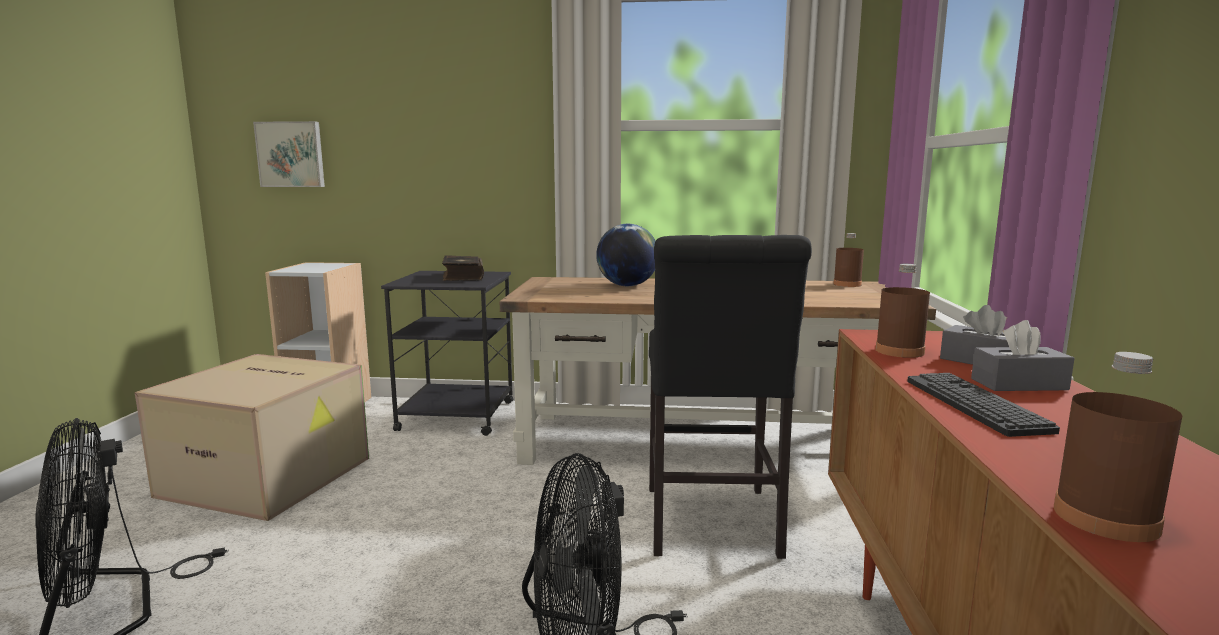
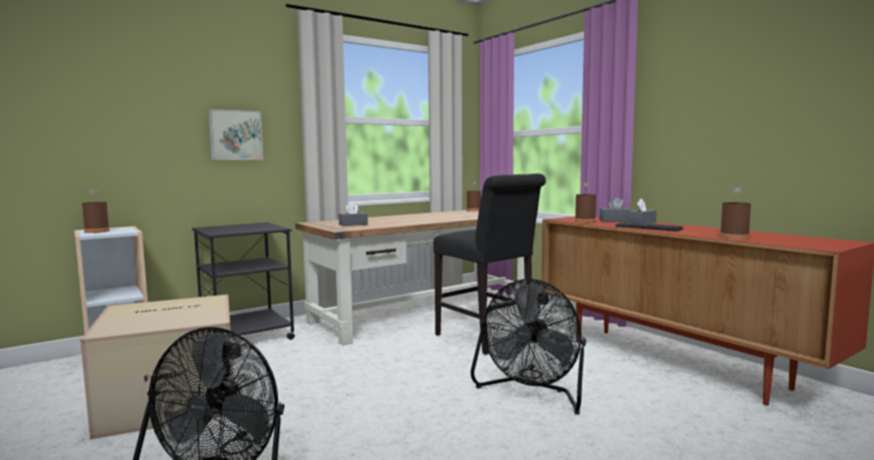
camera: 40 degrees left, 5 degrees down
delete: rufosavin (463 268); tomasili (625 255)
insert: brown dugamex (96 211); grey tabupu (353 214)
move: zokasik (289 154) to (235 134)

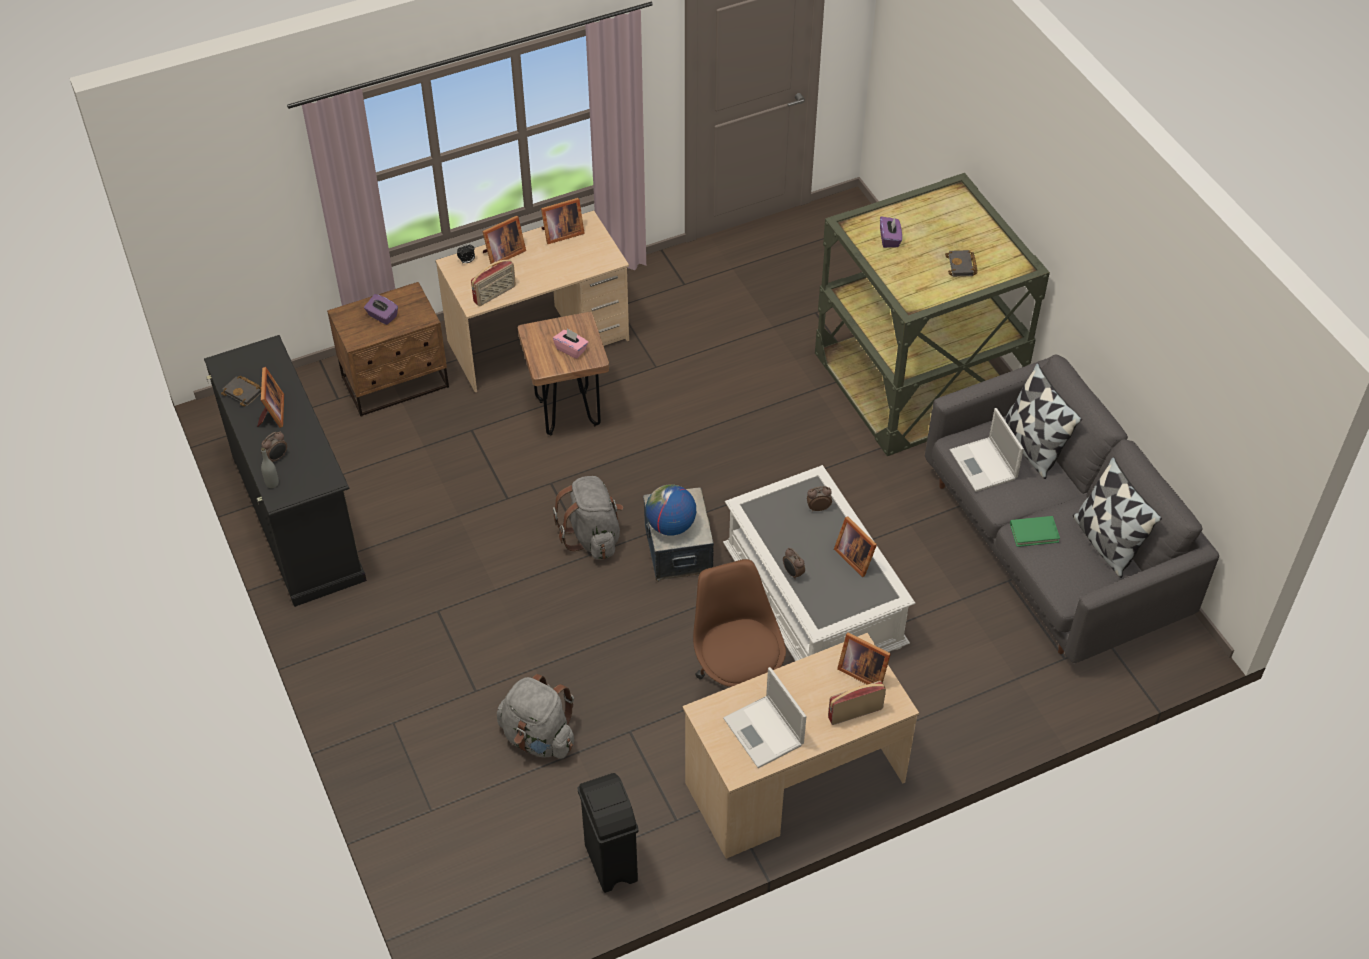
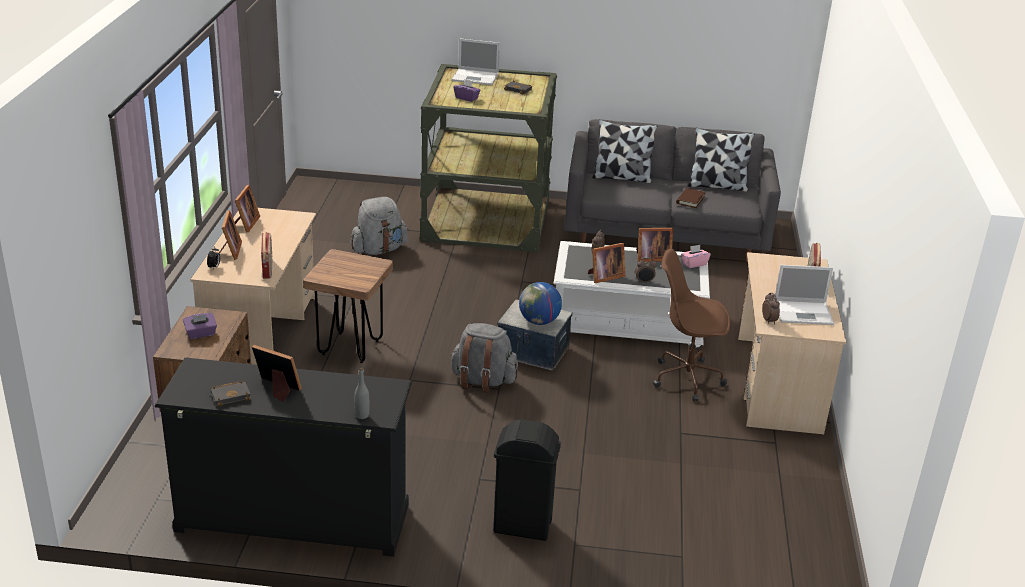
camera: 60 degrees left, 20 degrees down
move: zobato (274 446) to (771 308); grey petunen (535 716) to (379 226); pink tabupu (570 343) to (696 256); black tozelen (608 833) to (527 480); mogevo (864 658) to (607 263); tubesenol (987 450) to (476 61)
recolor: green rufosavin (1035 531) to brown rufosavin (691 198)

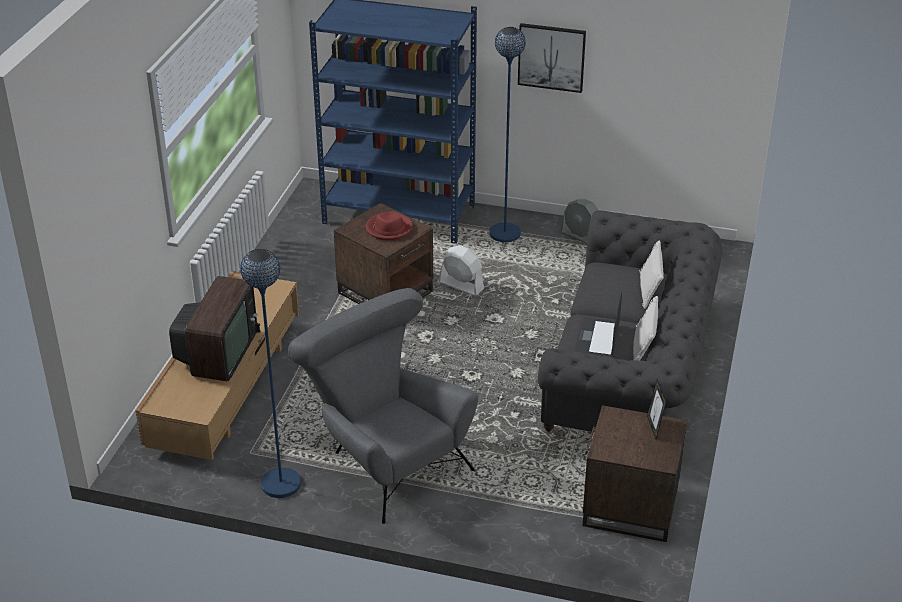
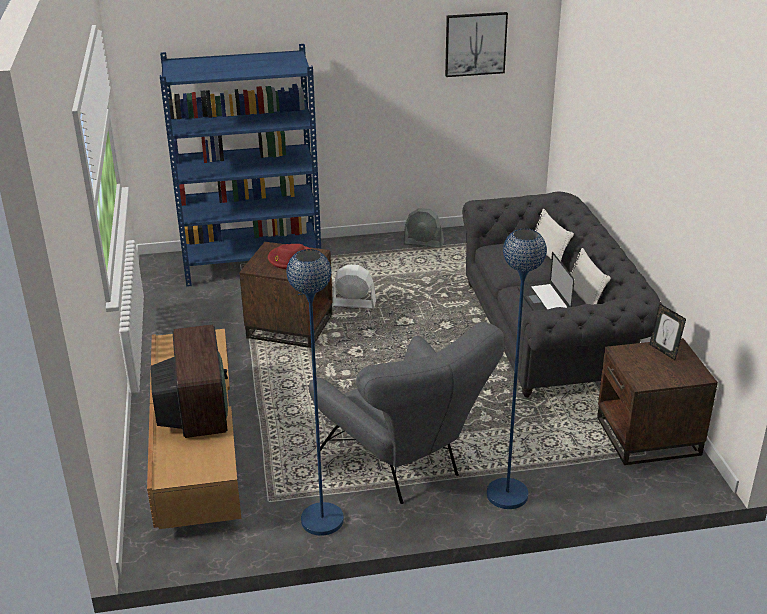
camera: 25 degrees left, 5 degrees down
move: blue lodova (507 134) to (517 368); zokasik (552 58) to (476 44)
rotate: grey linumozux (383 406) = (407 413) 150 degrees counterclockwise

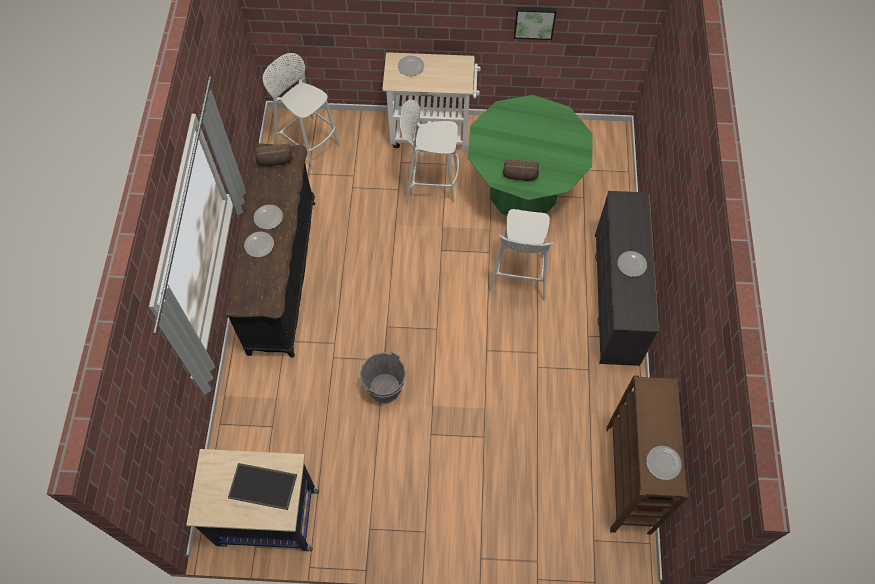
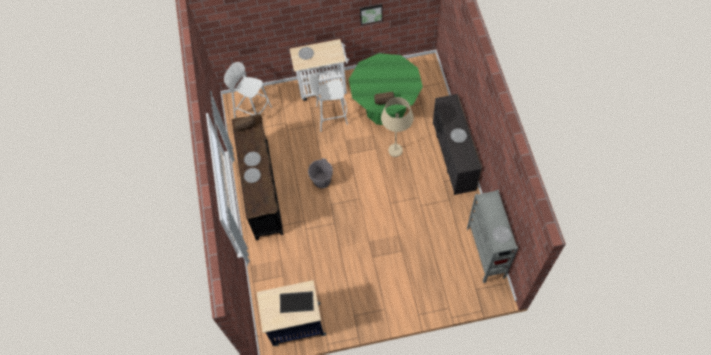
camera: 10 degrees left, 0 degrees up
move: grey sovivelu (383 377) to (320 173)
replace: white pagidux (521 255) to beige lodova (397 127)
recolor: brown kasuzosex (647 455) to grey kasuzosex (492 236)

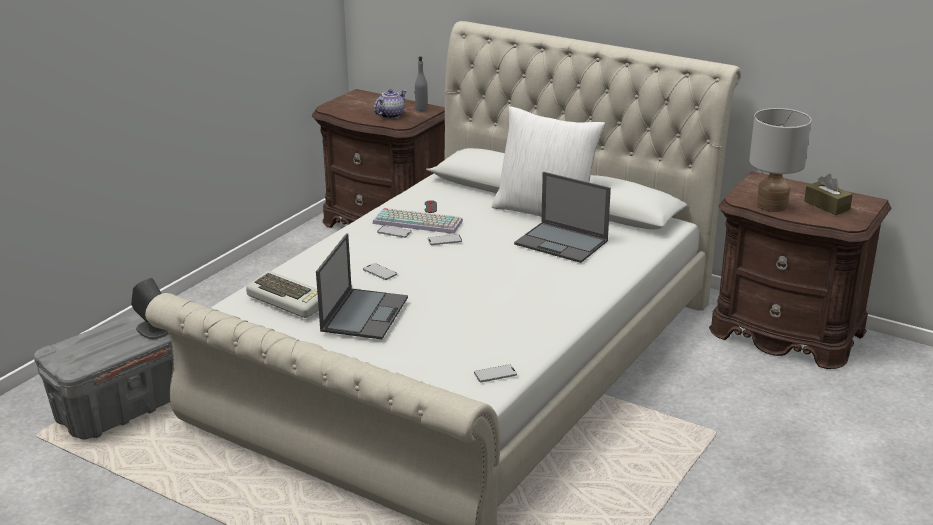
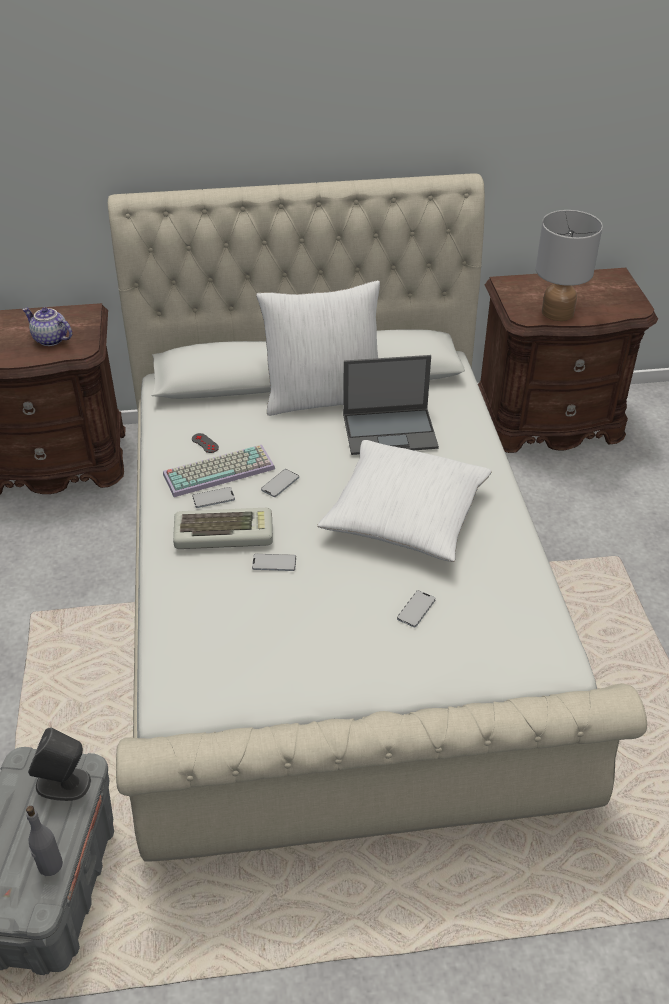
camera: 40 degrees left, 15 degrees up
delete: tubesenol (362 286); brown tabupu (828 194)
insert: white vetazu (404 501)
move: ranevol (282 294) to (223 528); grey dugamex (421 83) to (44 841); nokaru (495 373) to (416 608)
rotate: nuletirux (390 104) = (47 326) 60 degrees counterclockwise

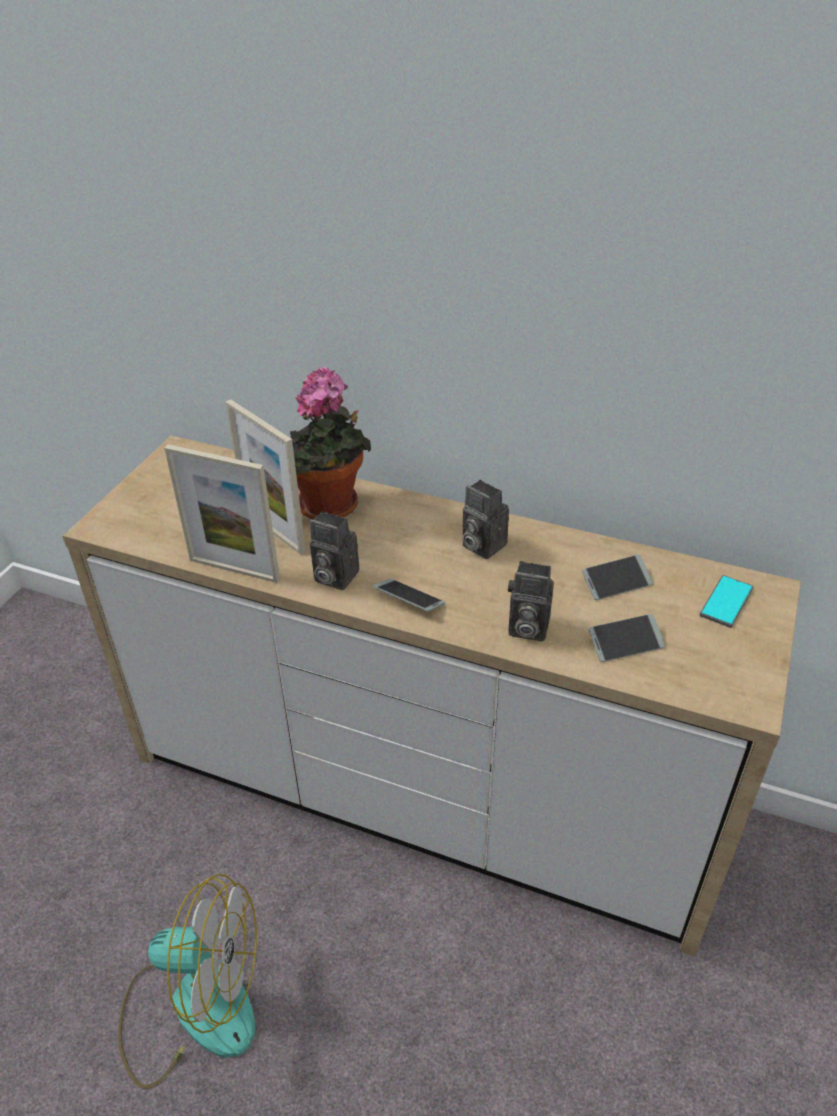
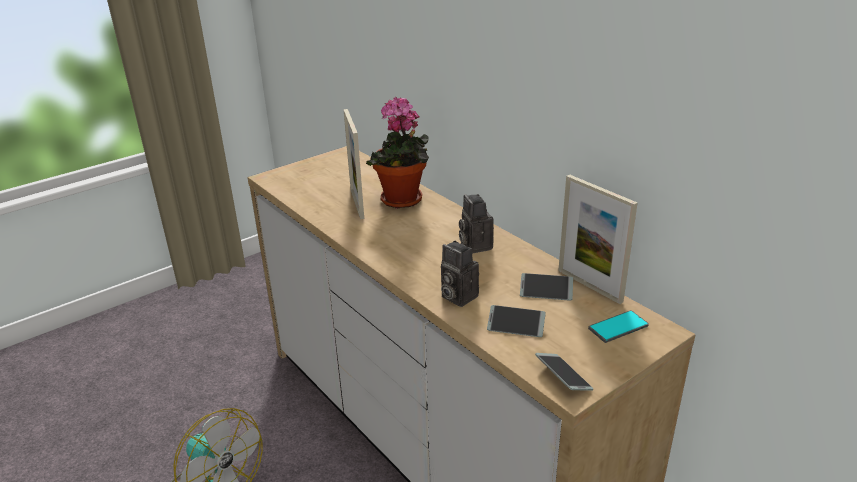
camera: 30 degrees right, 10 degrees down
delete: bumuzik (334 550)
move: mogevo (222 513) to (598 239); nokaru (409 595) to (564 372)

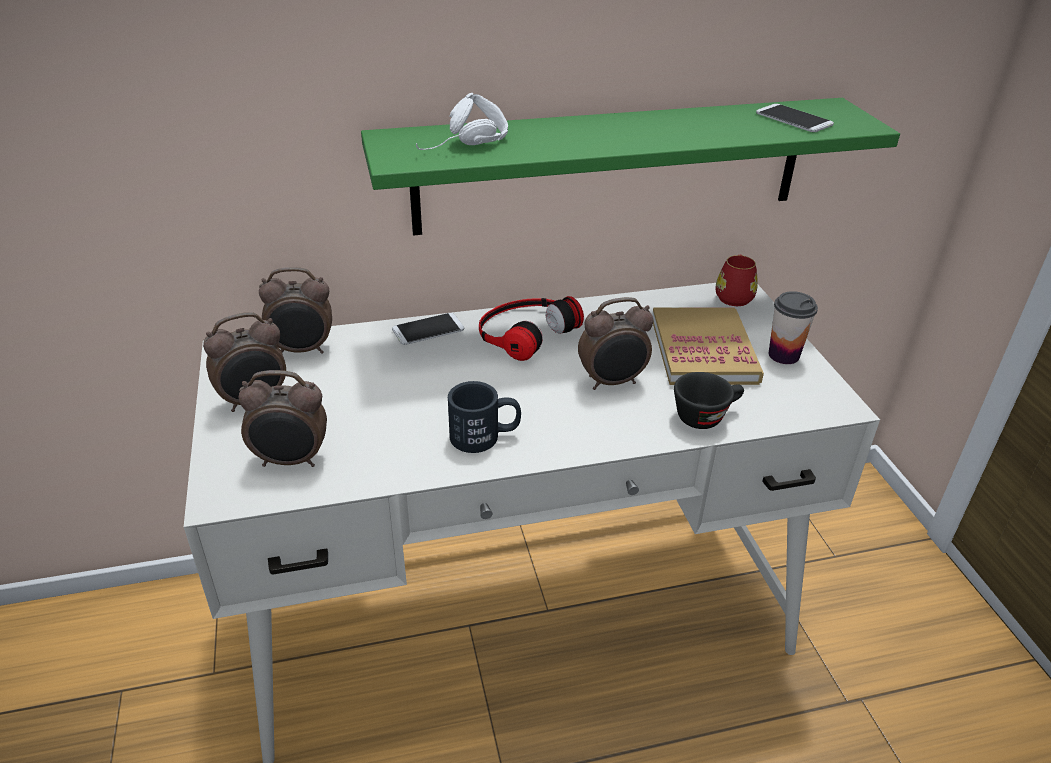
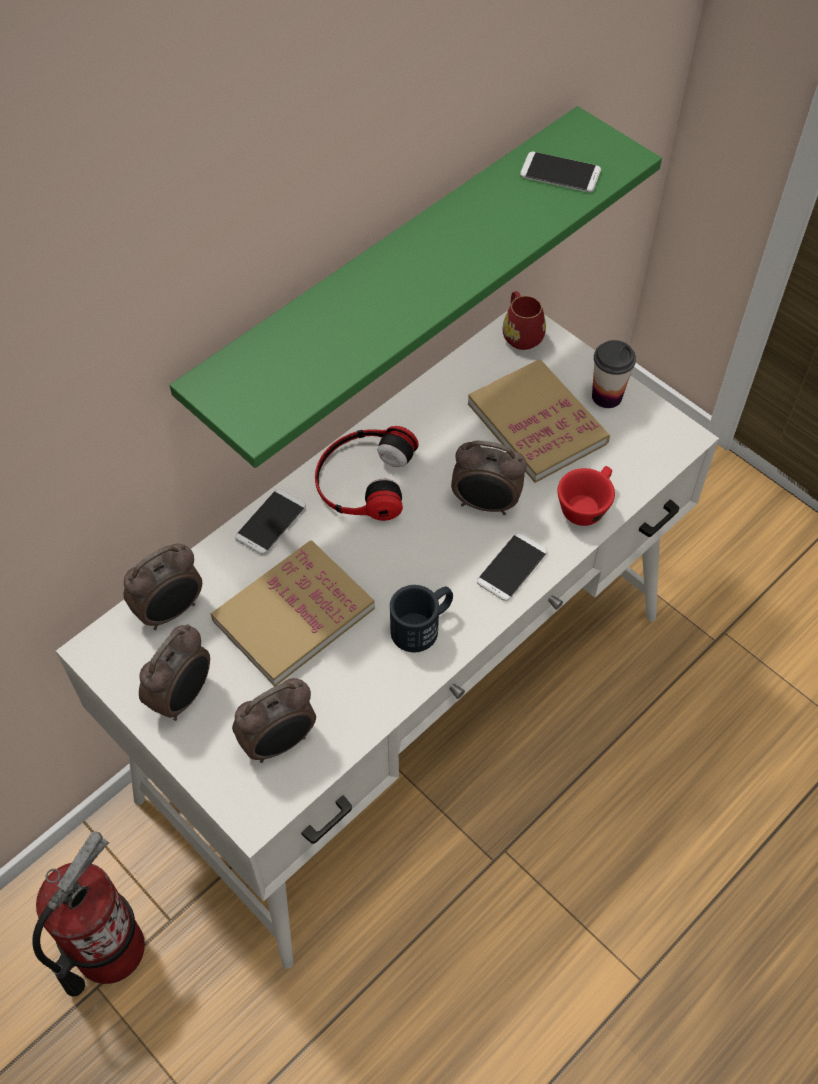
camera: 30 degrees left, 20 degrees up
delete: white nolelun (462 121)
insert: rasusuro (88 913); rufosavin (293 613); nokaru (512 567)
recolor: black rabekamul (709 400) to red rabekamul (586 496)
rotate: zobato (616 343) = (489 478) 60 degrees clockwise

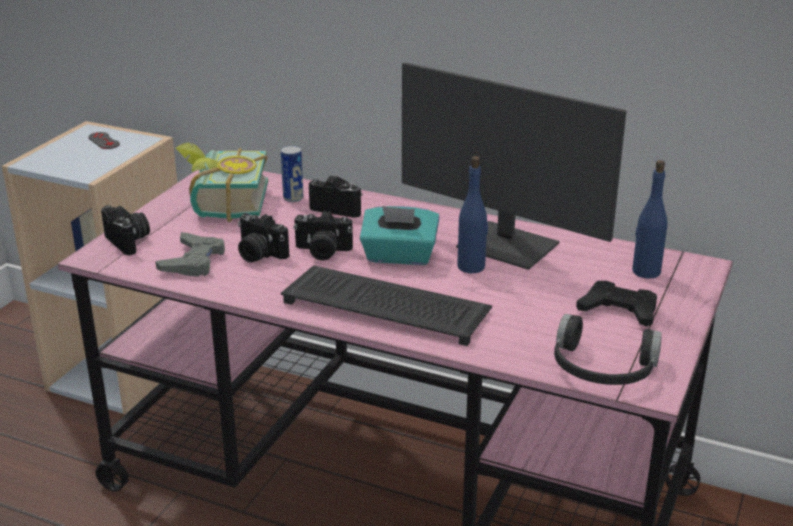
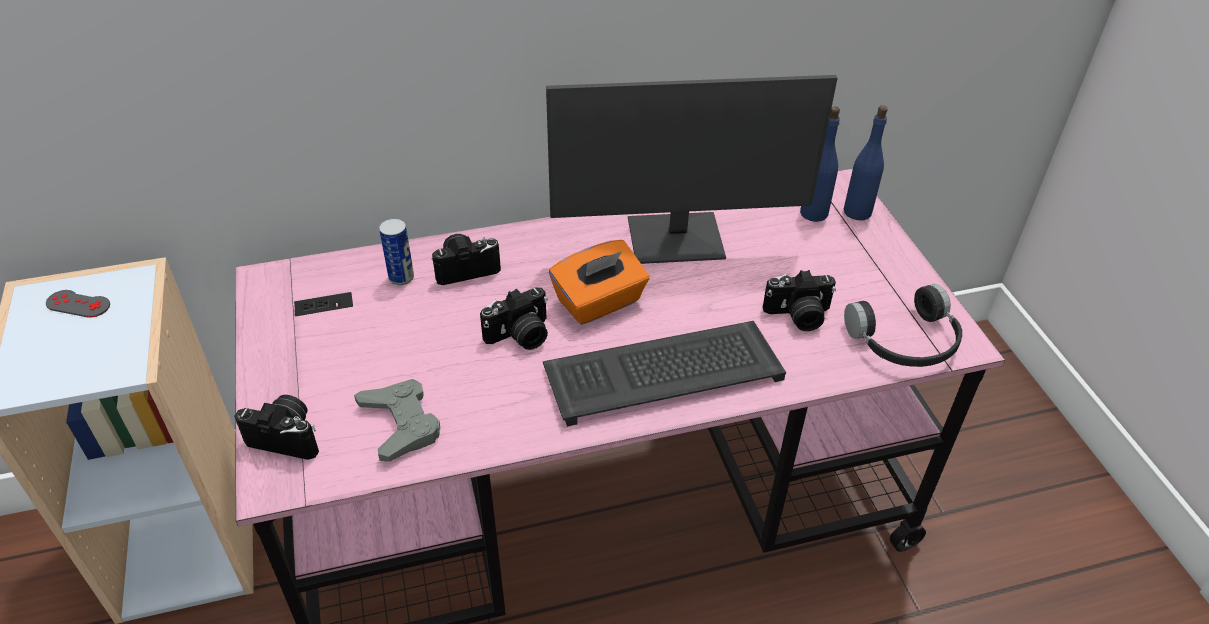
camera: 40 degrees left, 15 degrees up
delete: rufosavin (222 182); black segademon (616 304)
move: bumuzik (264 238) to (799 300); blue dugamex (472 214) to (866 162)
recolor: turquoise tabupu (399 235) to orange tabupu (599 282)

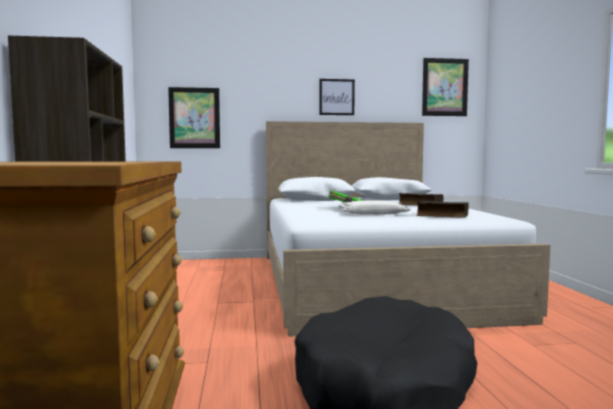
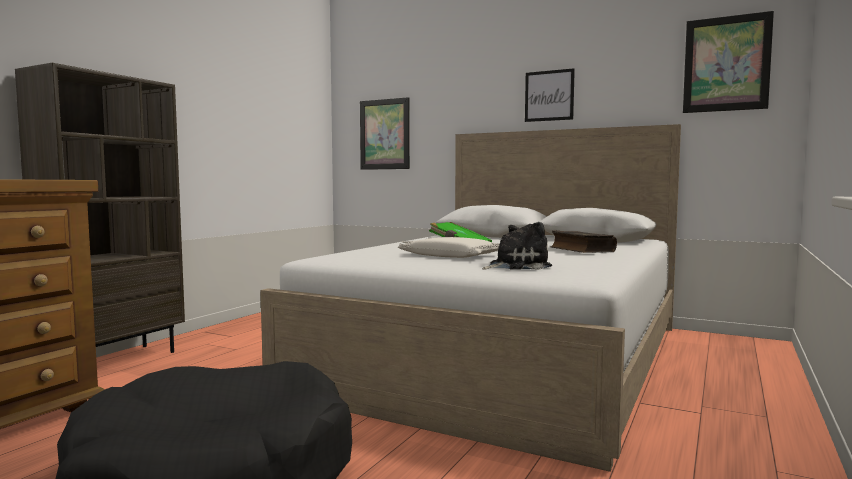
camera: 35 degrees right, 0 degrees up
replace: rufosavin (442 209) to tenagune (517 246)

